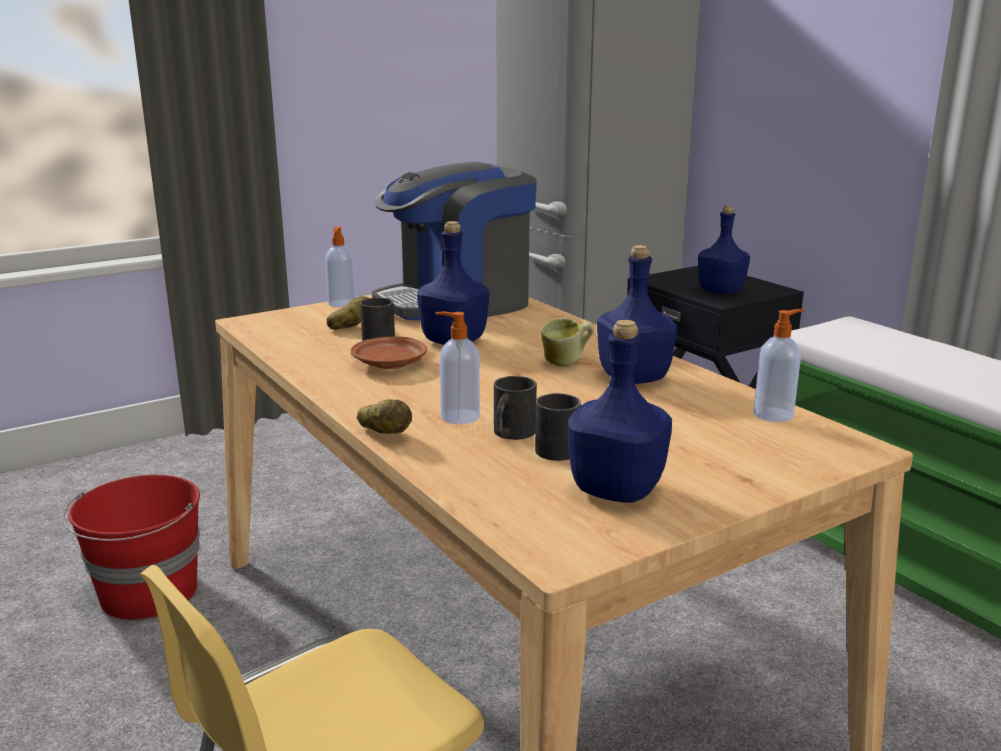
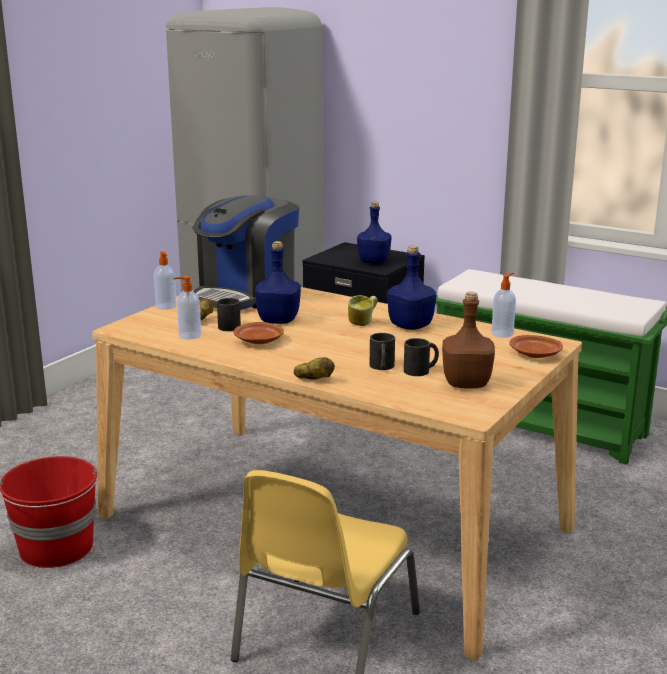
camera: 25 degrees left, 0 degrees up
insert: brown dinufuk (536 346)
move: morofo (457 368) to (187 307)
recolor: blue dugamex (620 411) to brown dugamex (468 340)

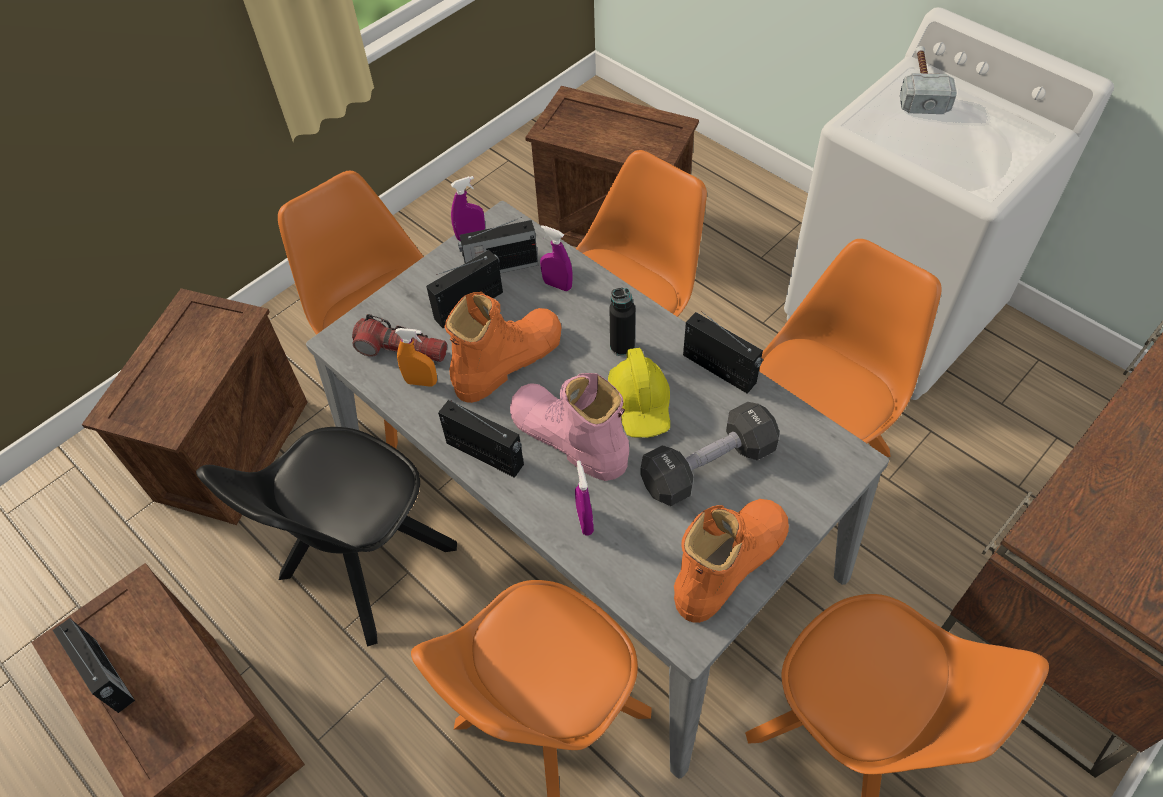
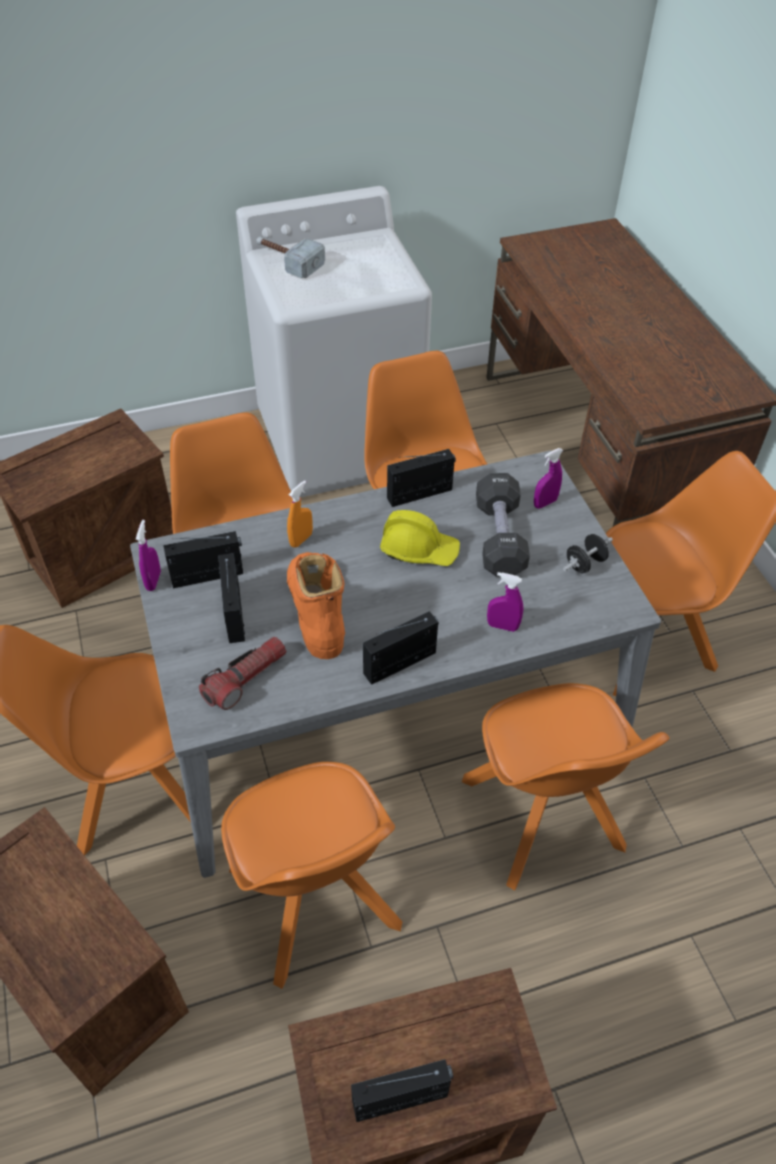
camera: 65 degrees left, 5 degrees down
delete: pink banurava (569 427); black dugamex (622 322)
move: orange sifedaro (416 357) to (300 514); purple sifedaro (556 258) to (548 478)
replace: orange banurava (731 561) to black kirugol (588 554)
recolor: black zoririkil (326 536) to orange zoririkil (311 875)
rotate: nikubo (498 245) = (203 559) 120 degrees counterclockwise

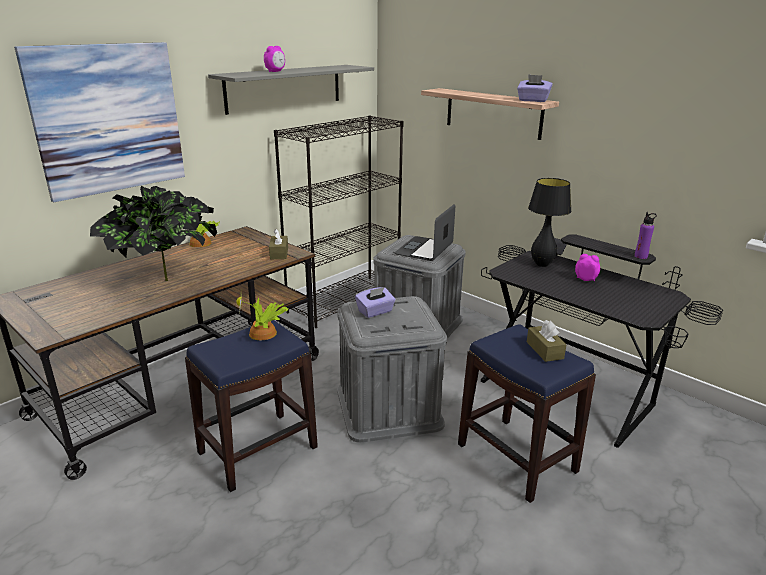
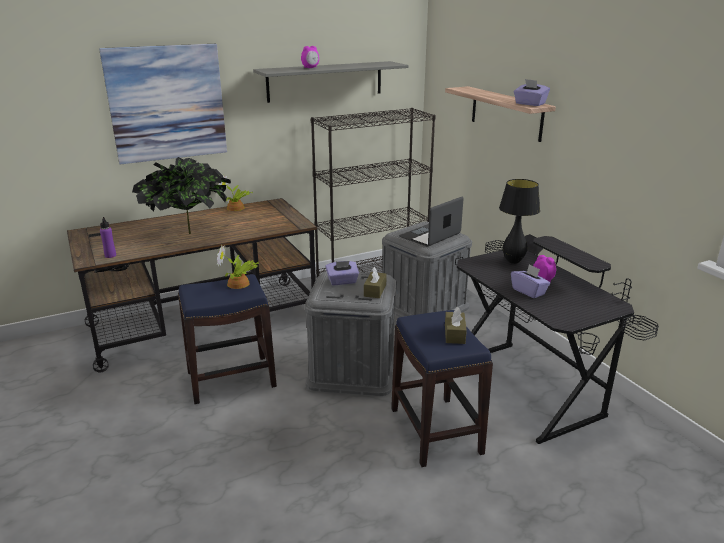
camera: 20 degrees right, 0 degrees up
insert: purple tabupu (531 281)
move: brown tabupu (278 244) to (375 282); purple dugamex (646 235) to (108 237)

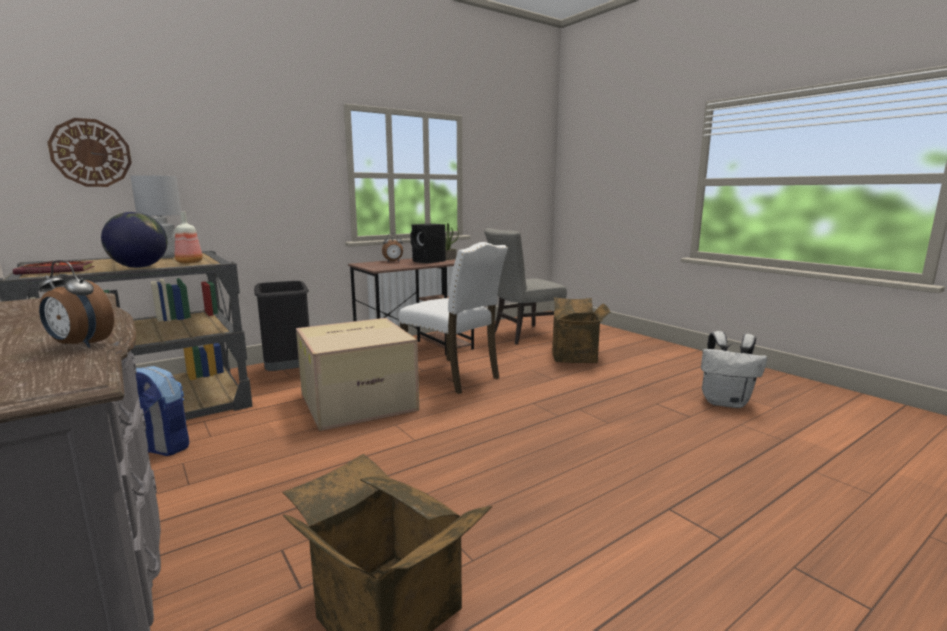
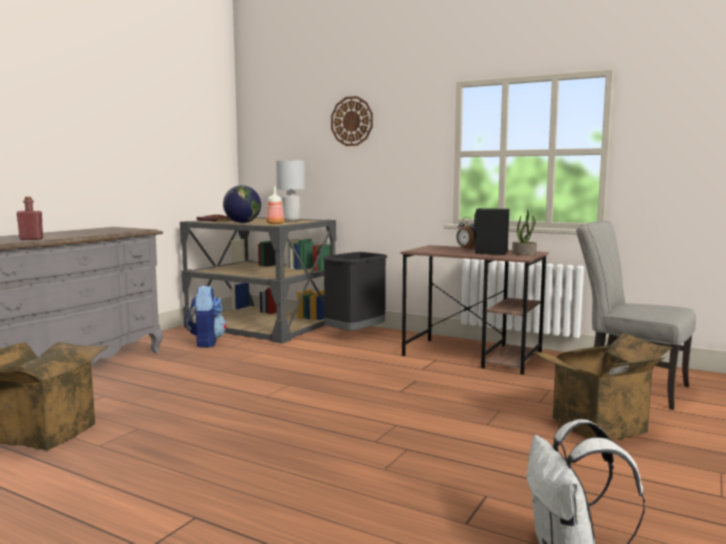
camera: 65 degrees right, 5 degrees down
delete: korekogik (357 374); white zoririkil (453 318)
move: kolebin (89 152) to (352 121)
replace: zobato (76 304) to red dugamex (30 218)

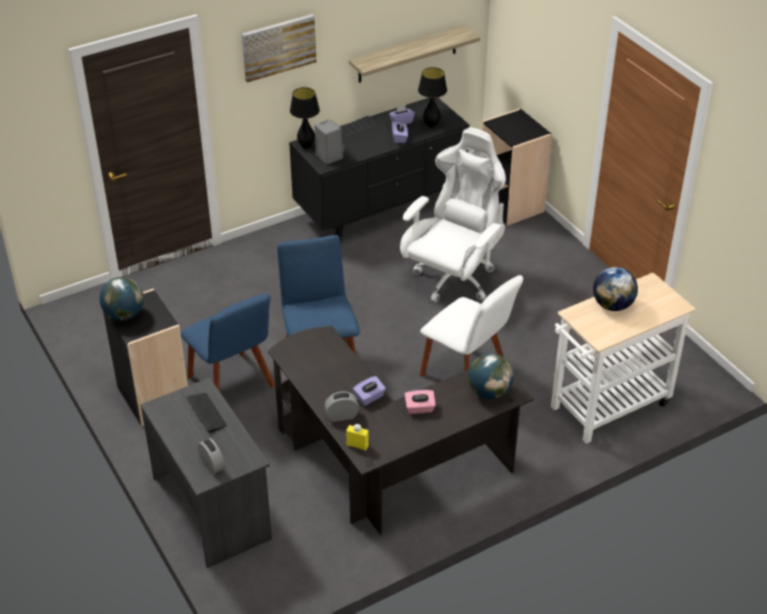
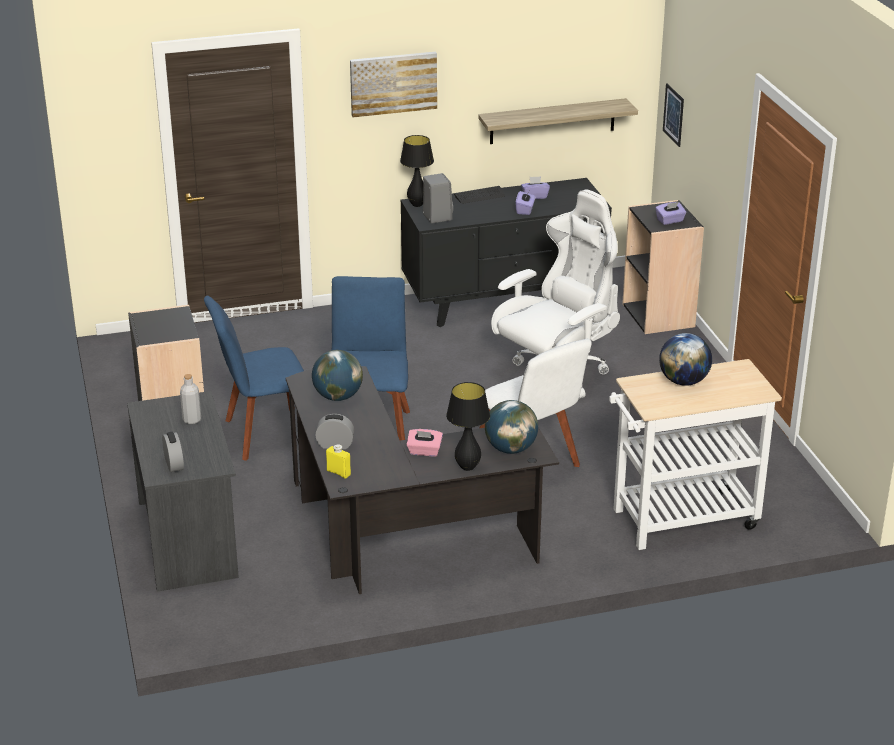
camera: 15 degrees right, 10 degrees down
insert: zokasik (673 115)
move: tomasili (121 298) to (337 375); purple tabupu (369 391) to (670 213); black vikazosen (432 97) to (468 426)
replace: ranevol (207 413) to grey dugamex (190 399)
rotate: blue zoririkil (228 341) = (254 378) 90 degrees clockwise

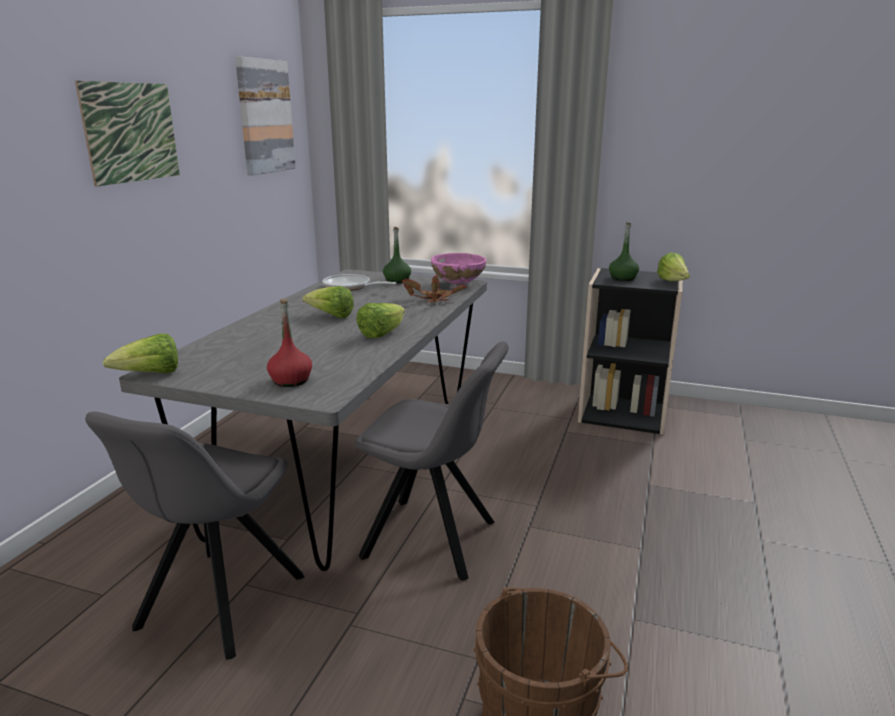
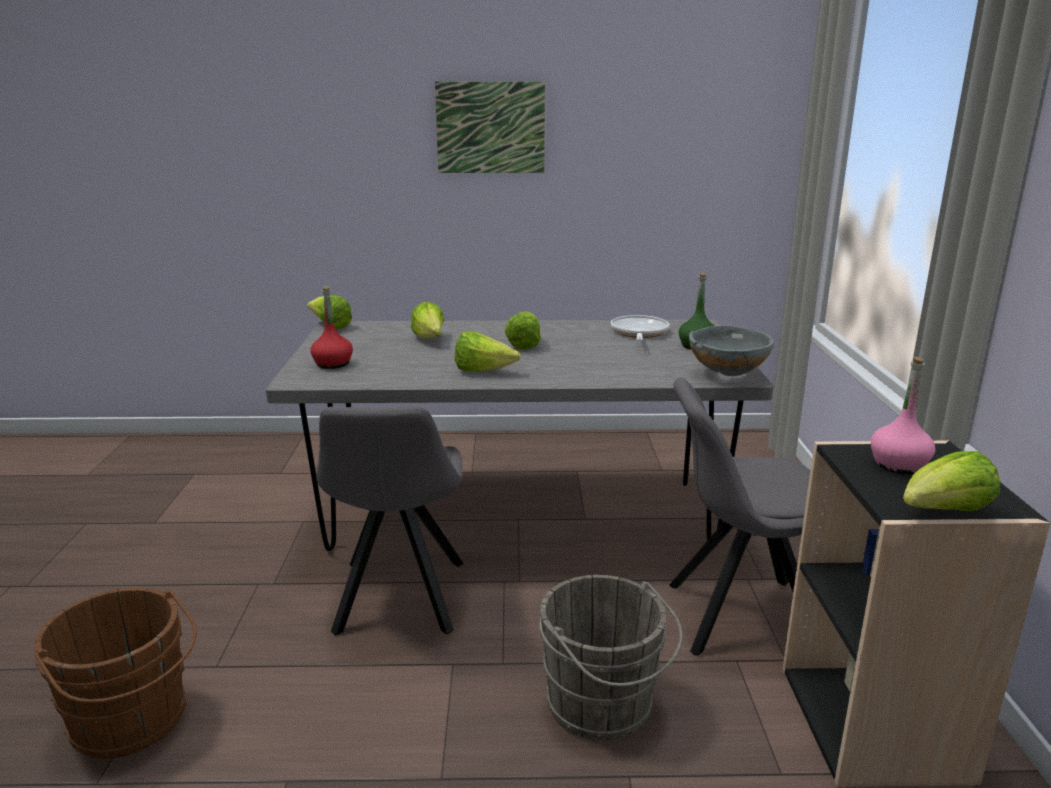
camera: 70 degrees right, 0 degrees up
delete: zokasik (265 116); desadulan (434 288)
insert: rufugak (428 320); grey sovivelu (611 657)
move: grey zoririkil (194 535) to (739 517)
recolor: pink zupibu (458 269) to grey zupibu (731 350); green dugamex (624 251) to pink dugamex (903 415)

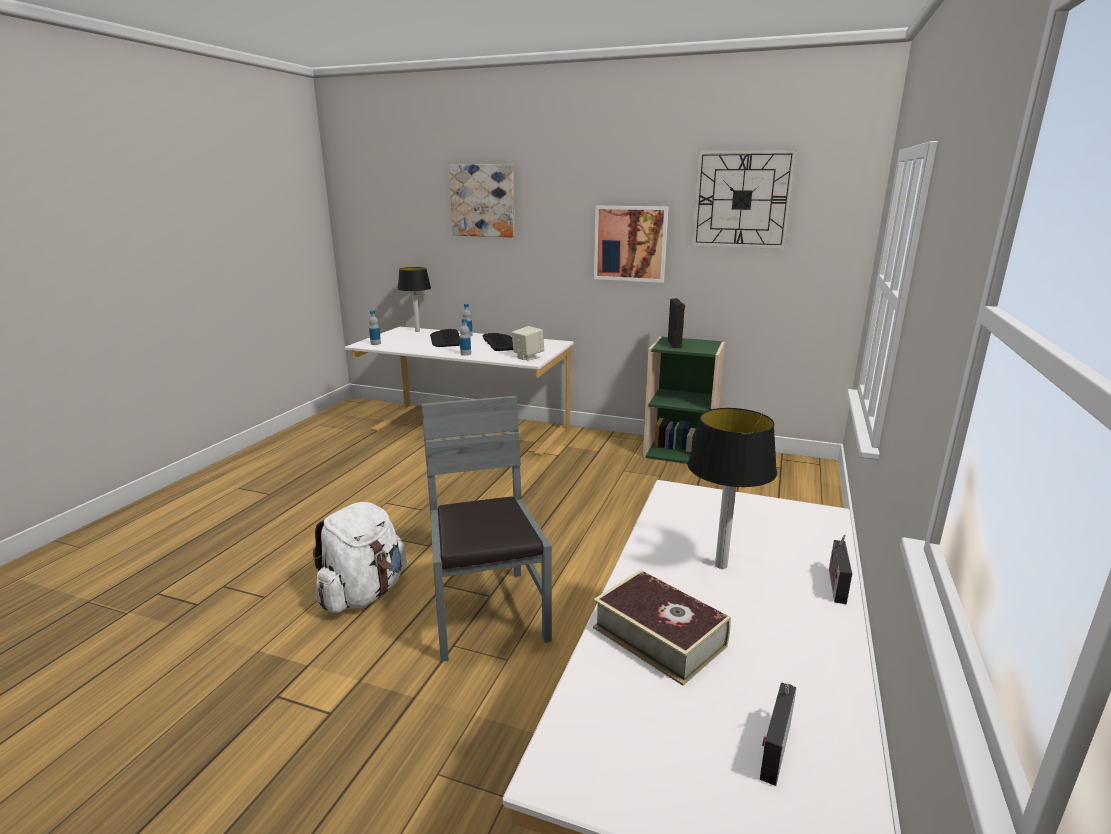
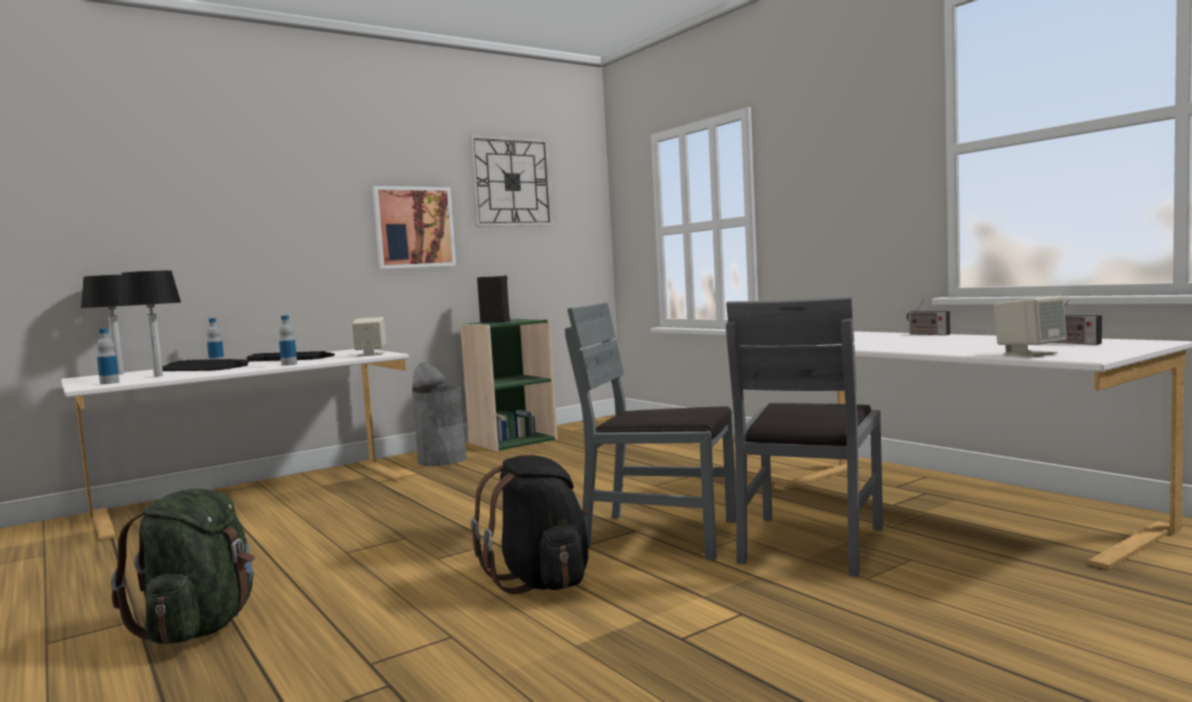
camera: 55 degrees left, 15 degrees down
delete: zokasik (482 200); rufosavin (662 628)
insert: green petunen (183 567); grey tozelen (439 414); grey zoririkil (804 437); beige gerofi (1030 326)
move: vikazosen (732 488) to (150 324)
recolor: white petunen (360 557) to black petunen (530 524)

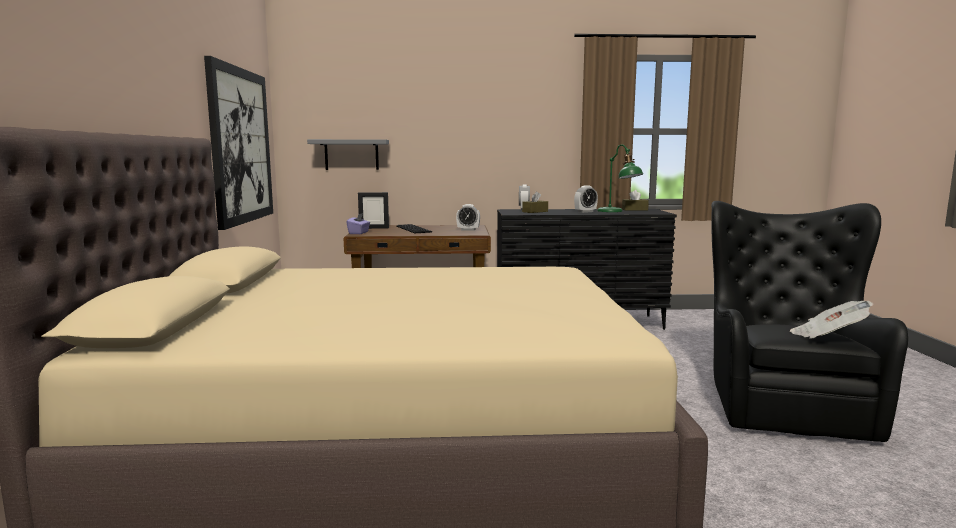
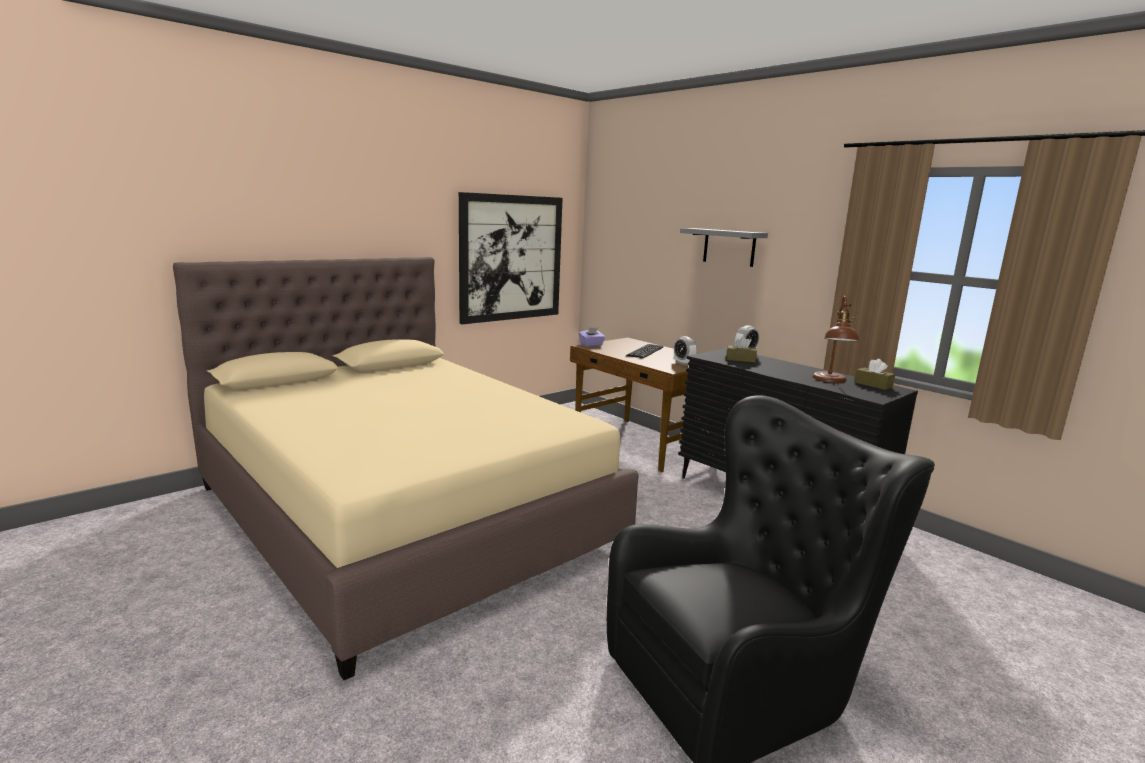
camera: 50 degrees right, 5 degrees up
delete: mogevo (373 210); zobato (586 199); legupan (832 319)
move: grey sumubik (348 154) to (724 247)
recolor: green vikazosen (620 178) to brown vikazosen (835 339)

